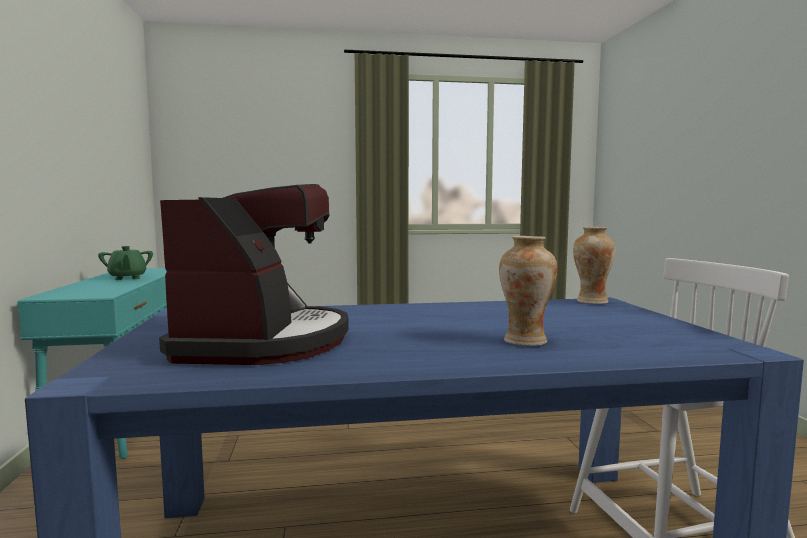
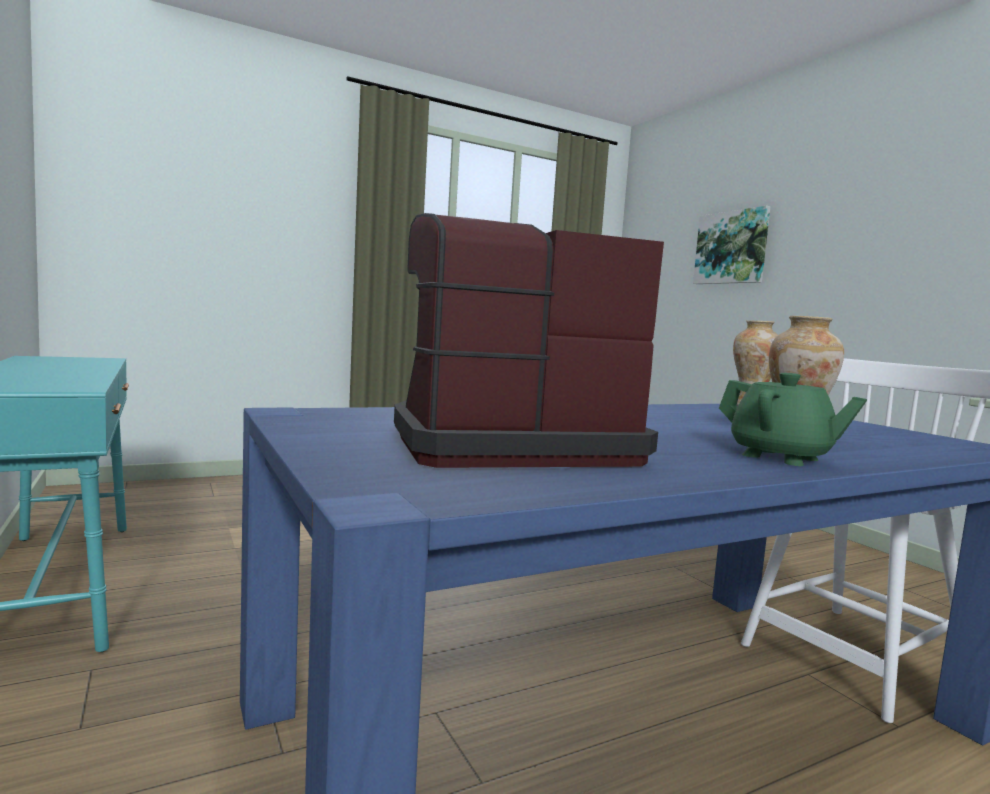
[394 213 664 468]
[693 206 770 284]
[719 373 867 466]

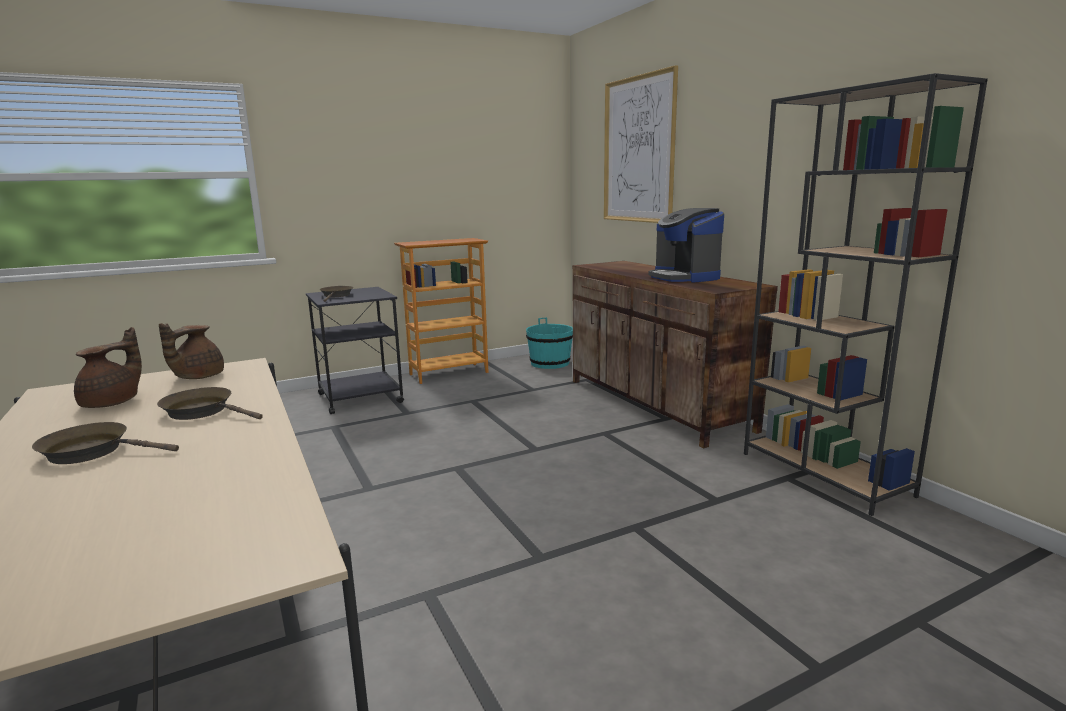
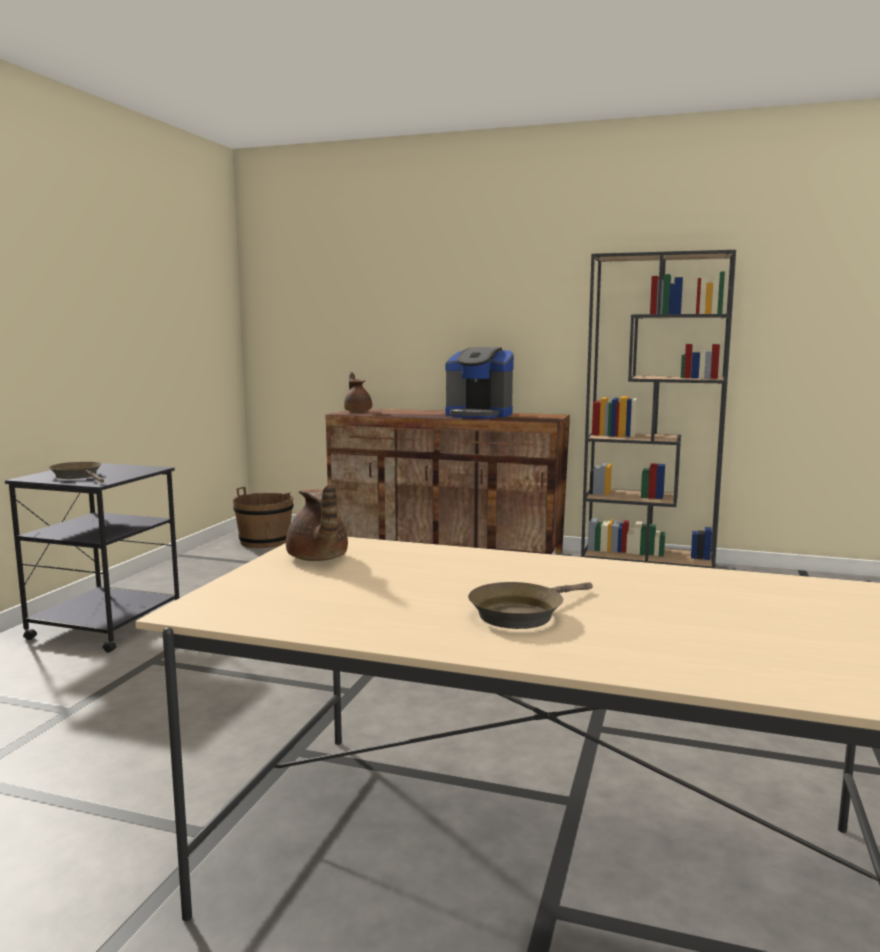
[233 487 293 548]
[344 372 372 412]
[157 387 263 420] (first image)
[394 238 489 384] (first image)
[604 65 678 223] (first image)

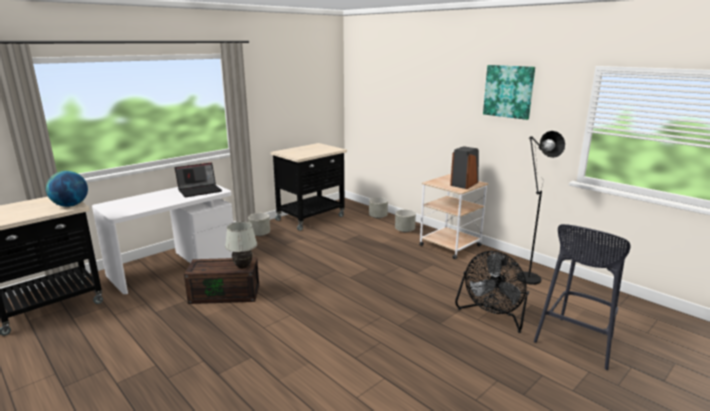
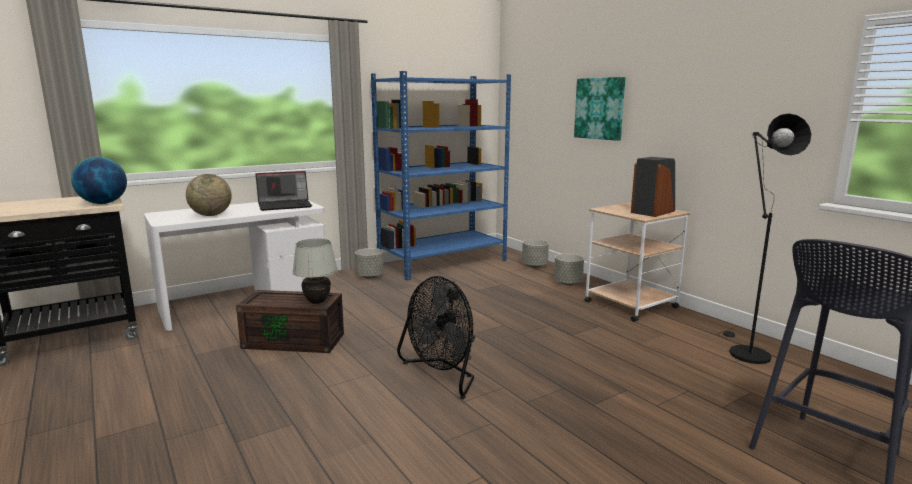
[186 174 232 216]
[371 71 511 280]
[397 276 475 400]
[574 77 625 141]

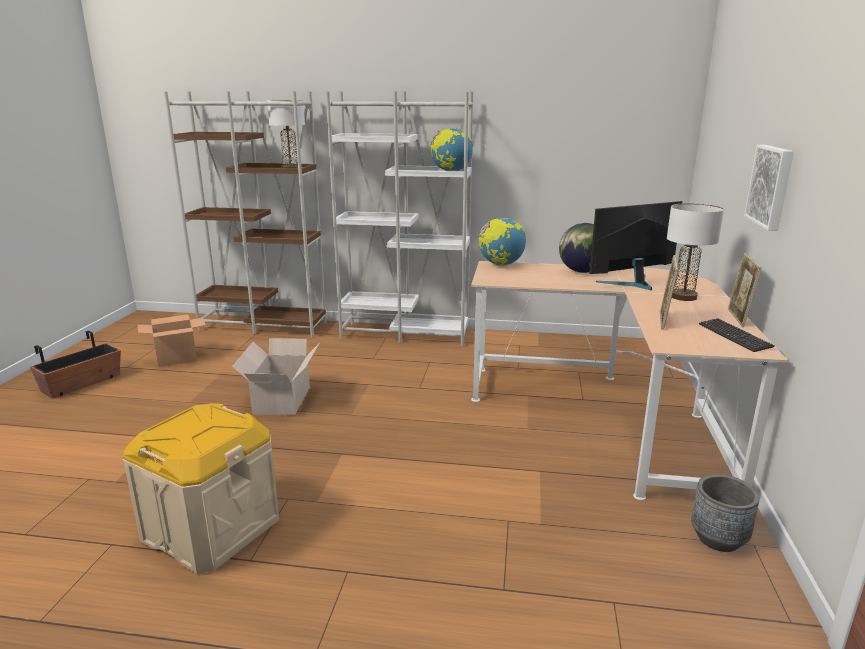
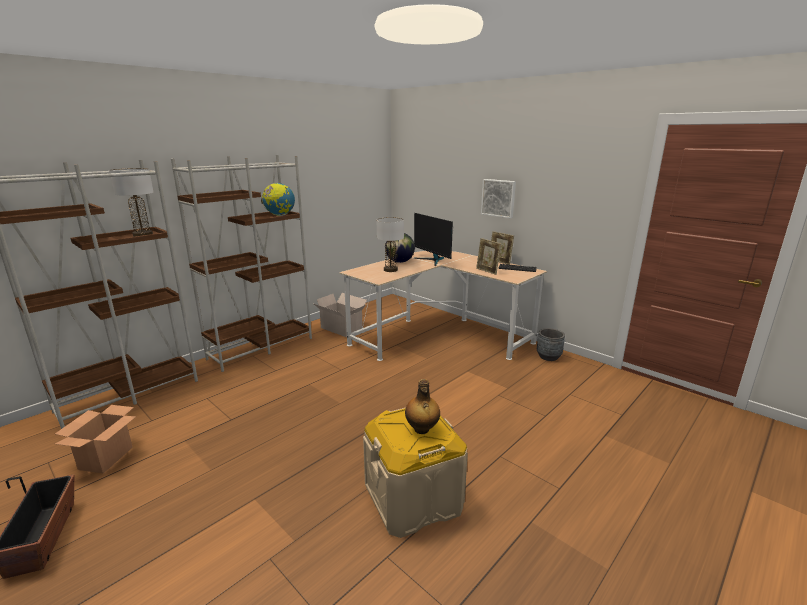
[171 155 312 372]
[314 293 367 337]
[377 217 404 272]
[405 379 440 434]
[414 213 453 266]
[478 218 526 266] (first image)

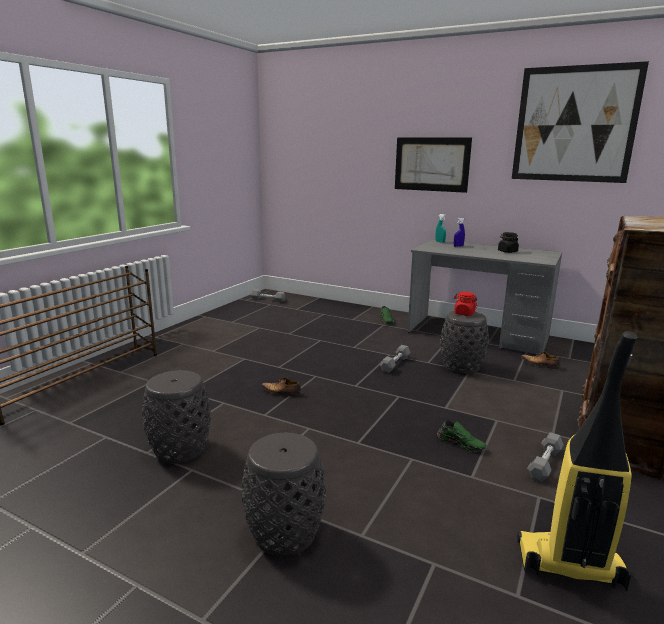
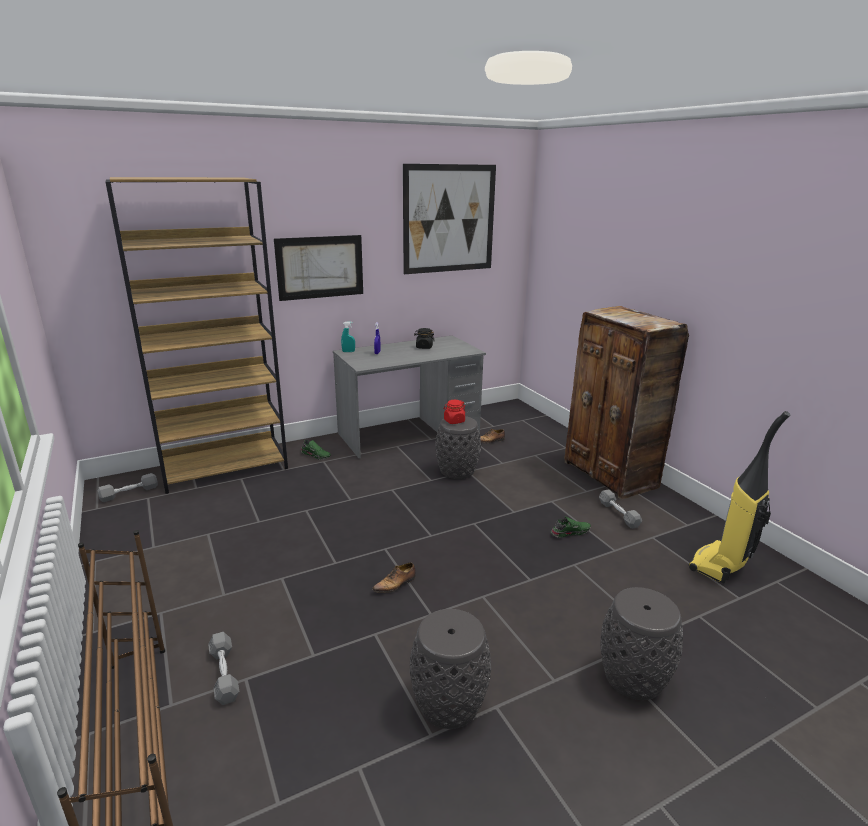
[106 177 288 494]
[208 632 239 705]

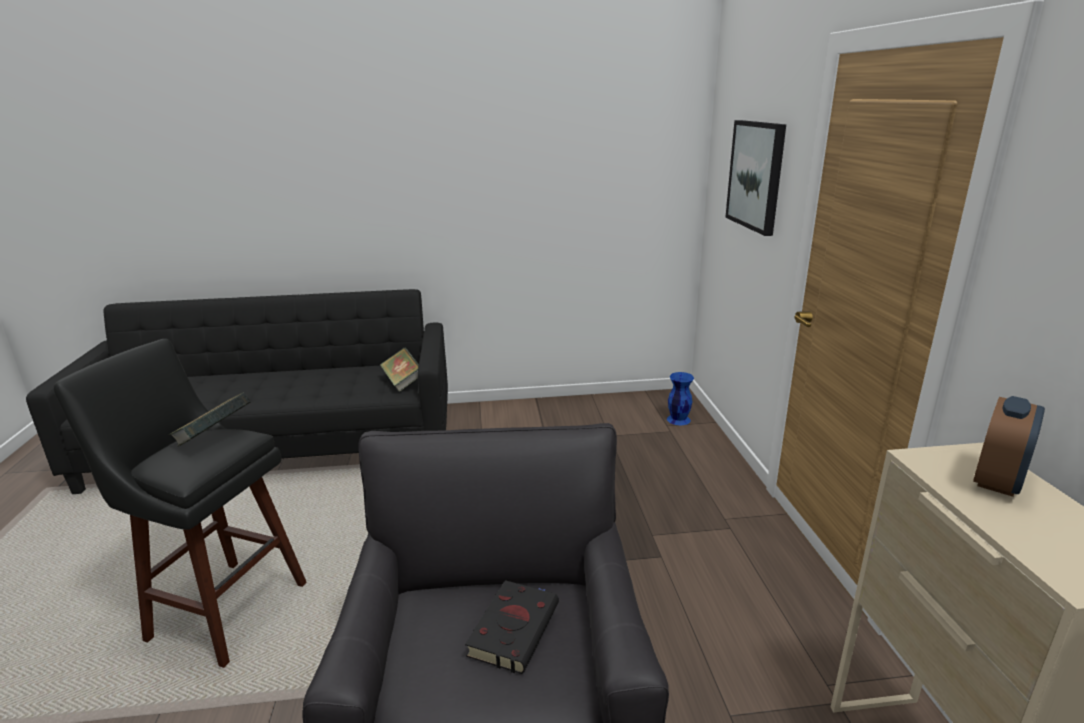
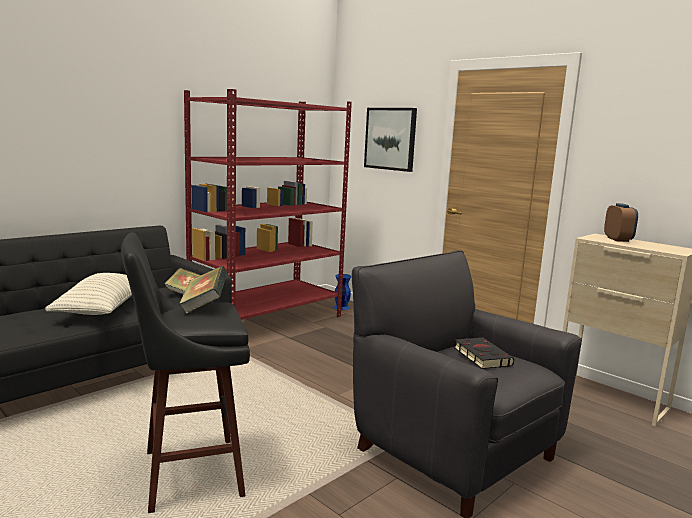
[45 273 132 315]
[184 89 352 320]

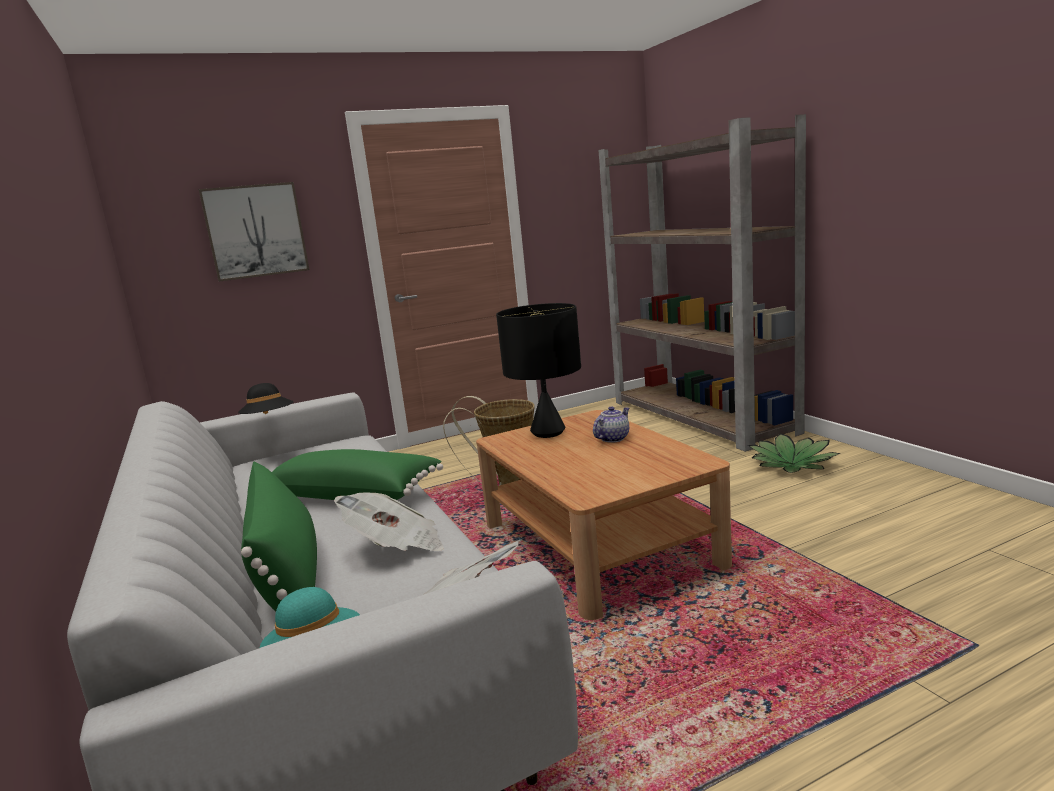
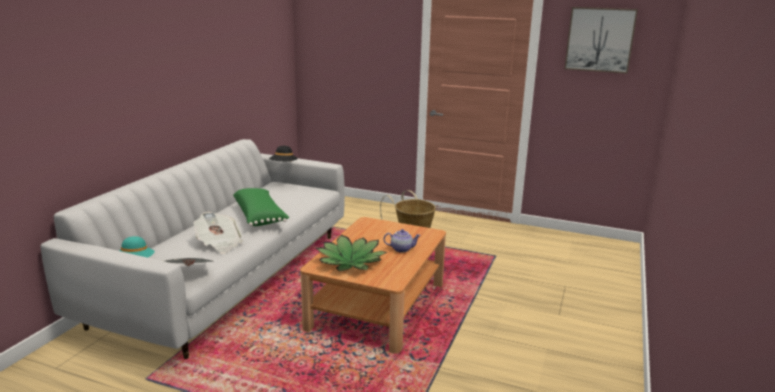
[316 235 387 271]
[564 7 638 74]
[241 462 317 611] (first image)
[496 303 581 438] (first image)
[598 114 806 452] (first image)

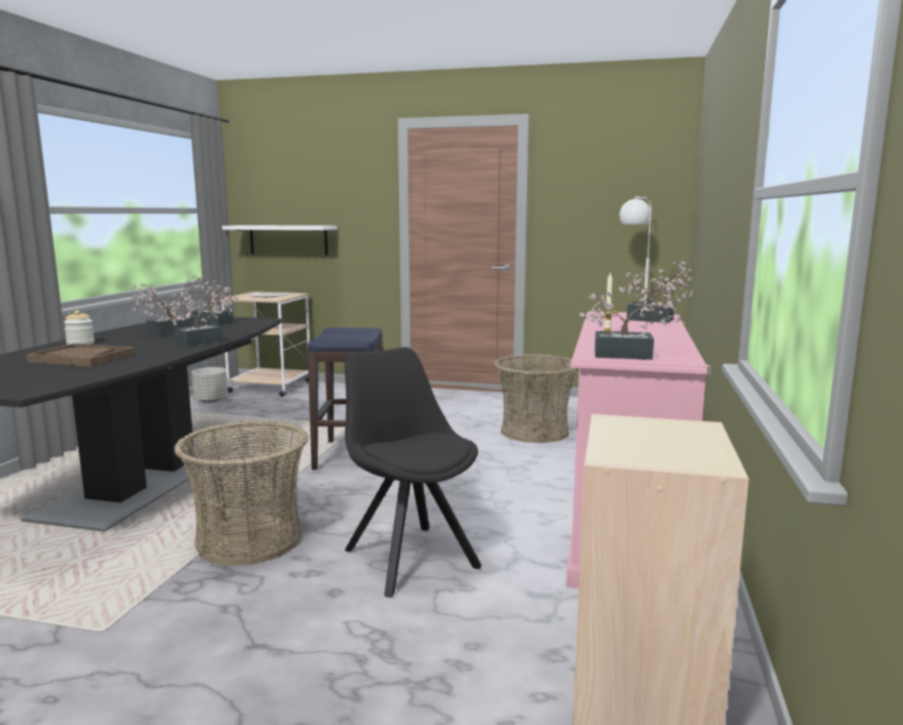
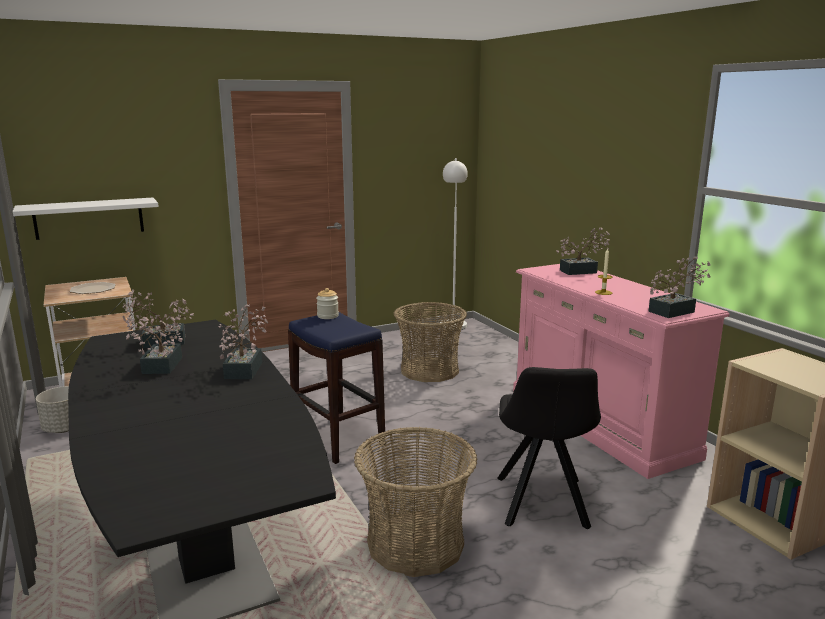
[316 288 339 319]
[497 367 601 529]
[26 343 135 367] (first image)

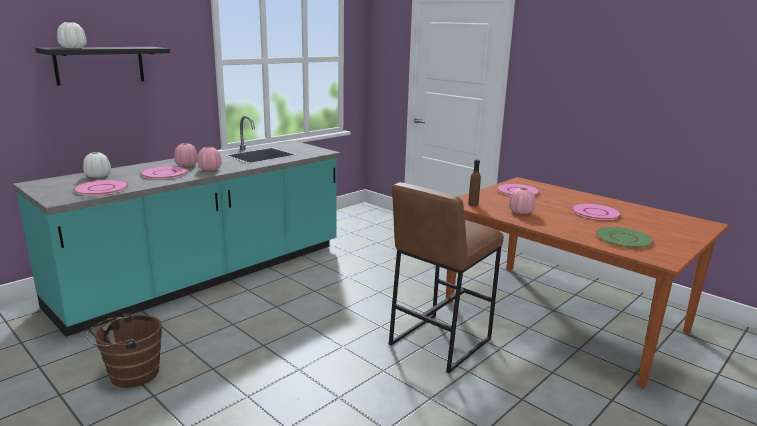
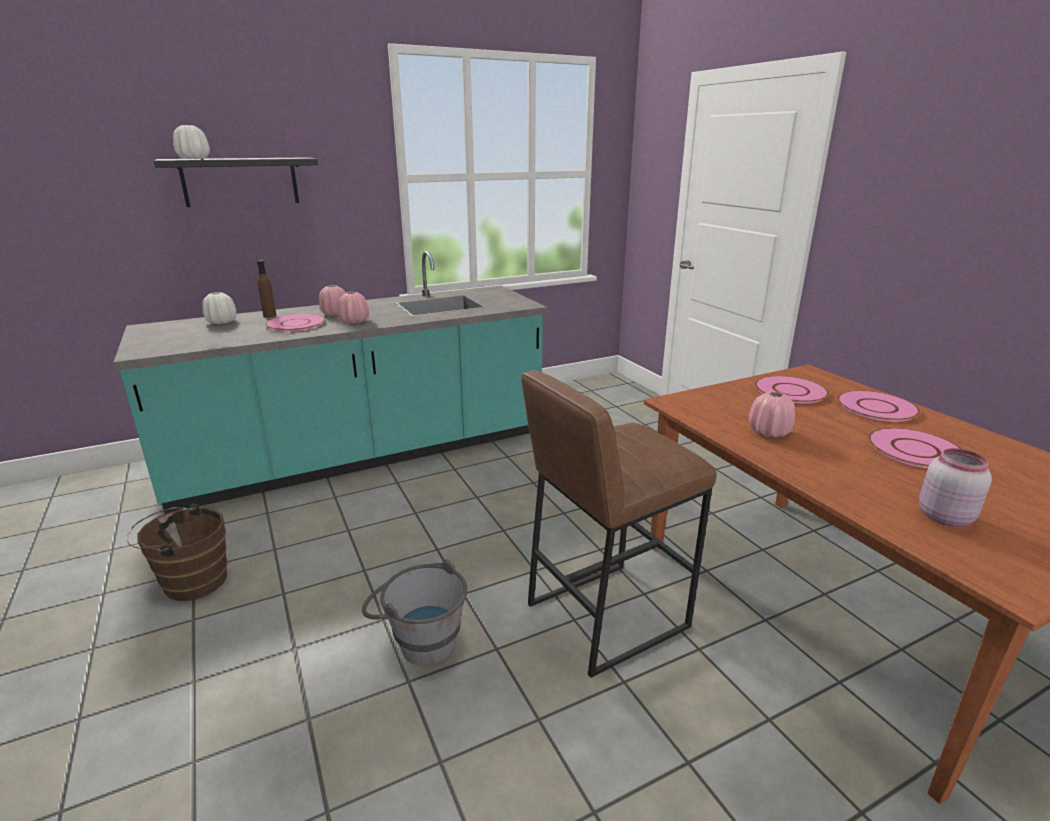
[257 260 276 318]
[362 559 468 666]
[837 390 920 422]
[919 448 992 527]

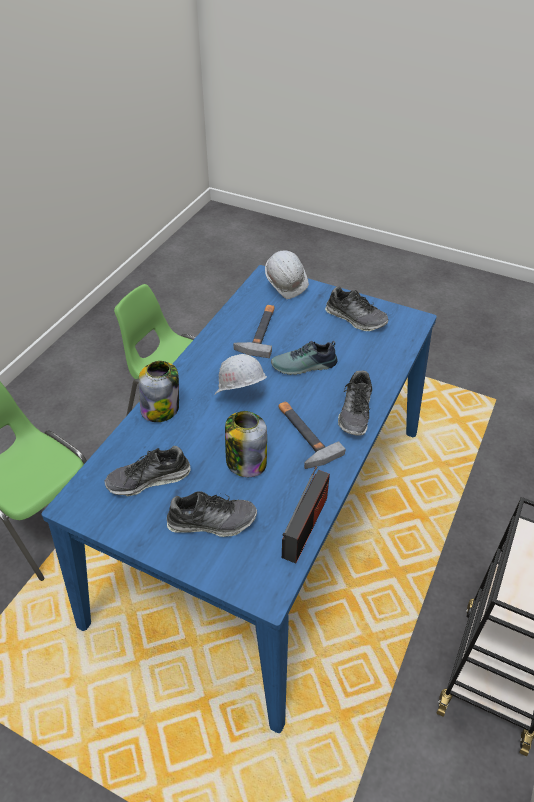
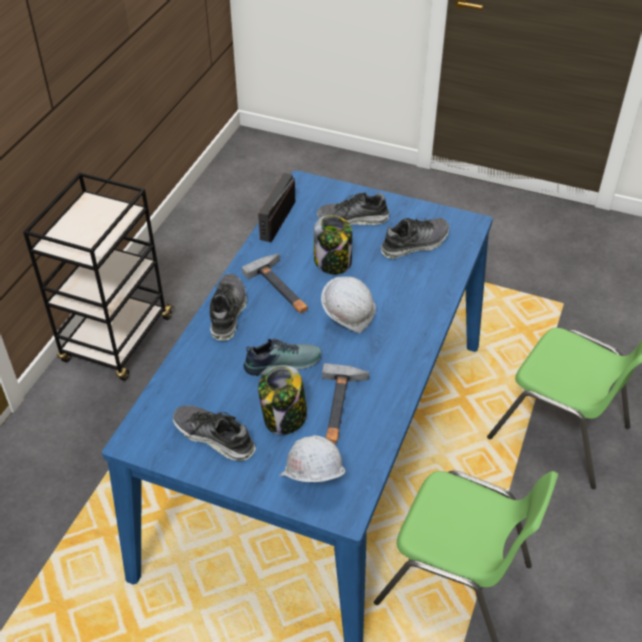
[258 365 307 435]

